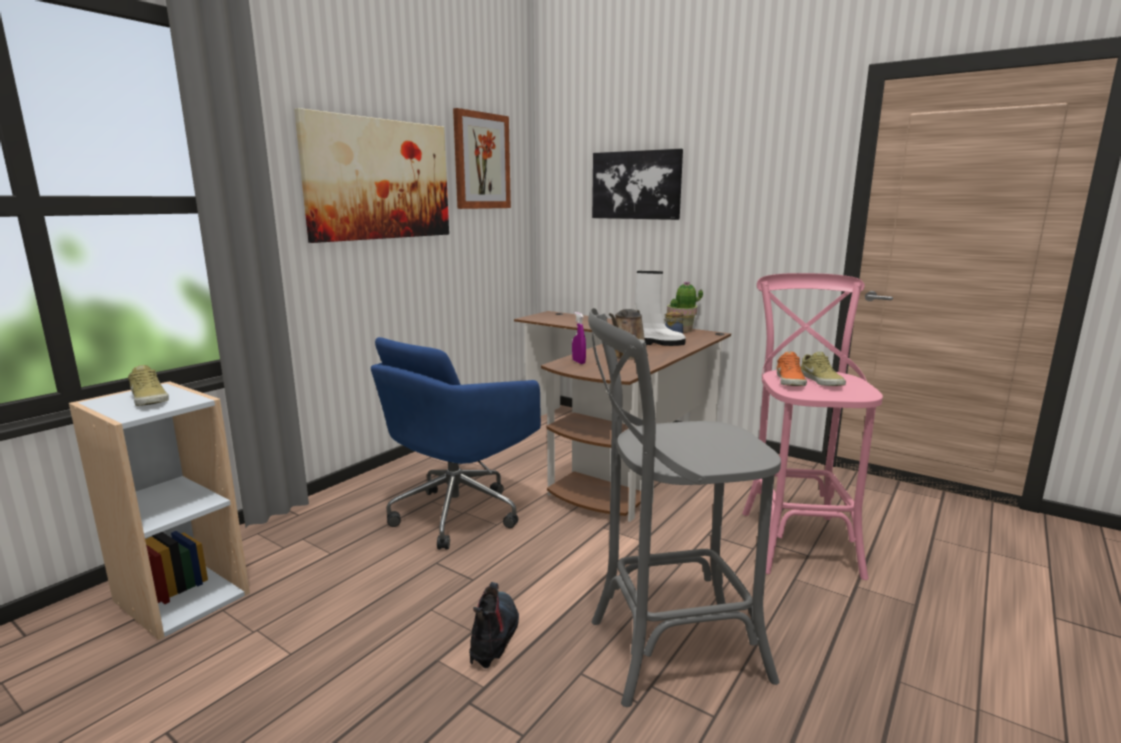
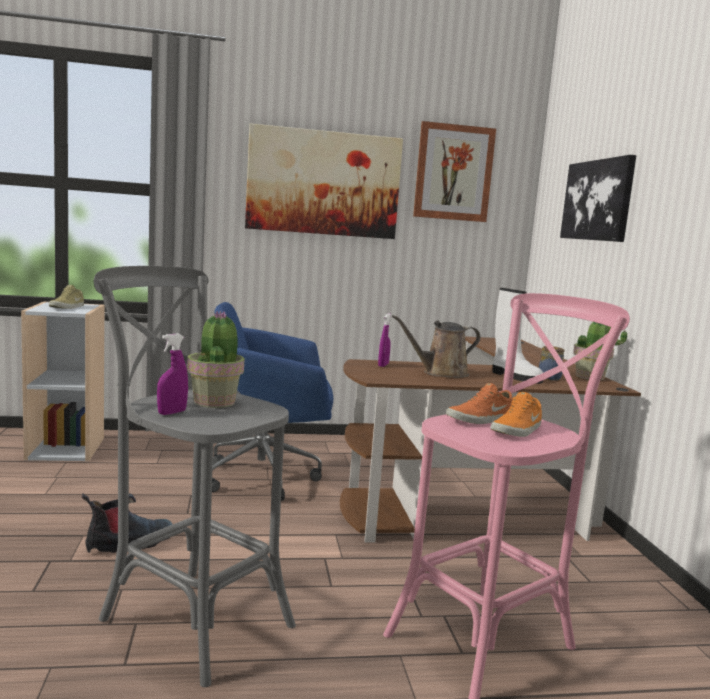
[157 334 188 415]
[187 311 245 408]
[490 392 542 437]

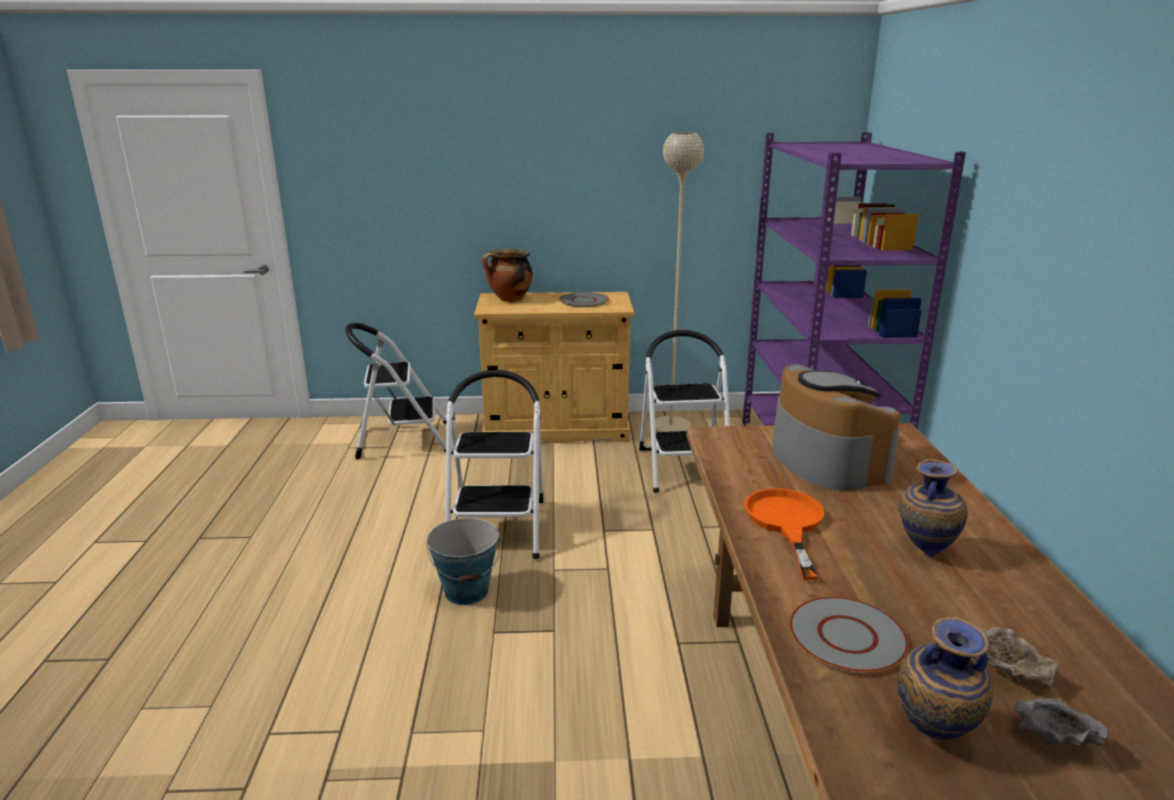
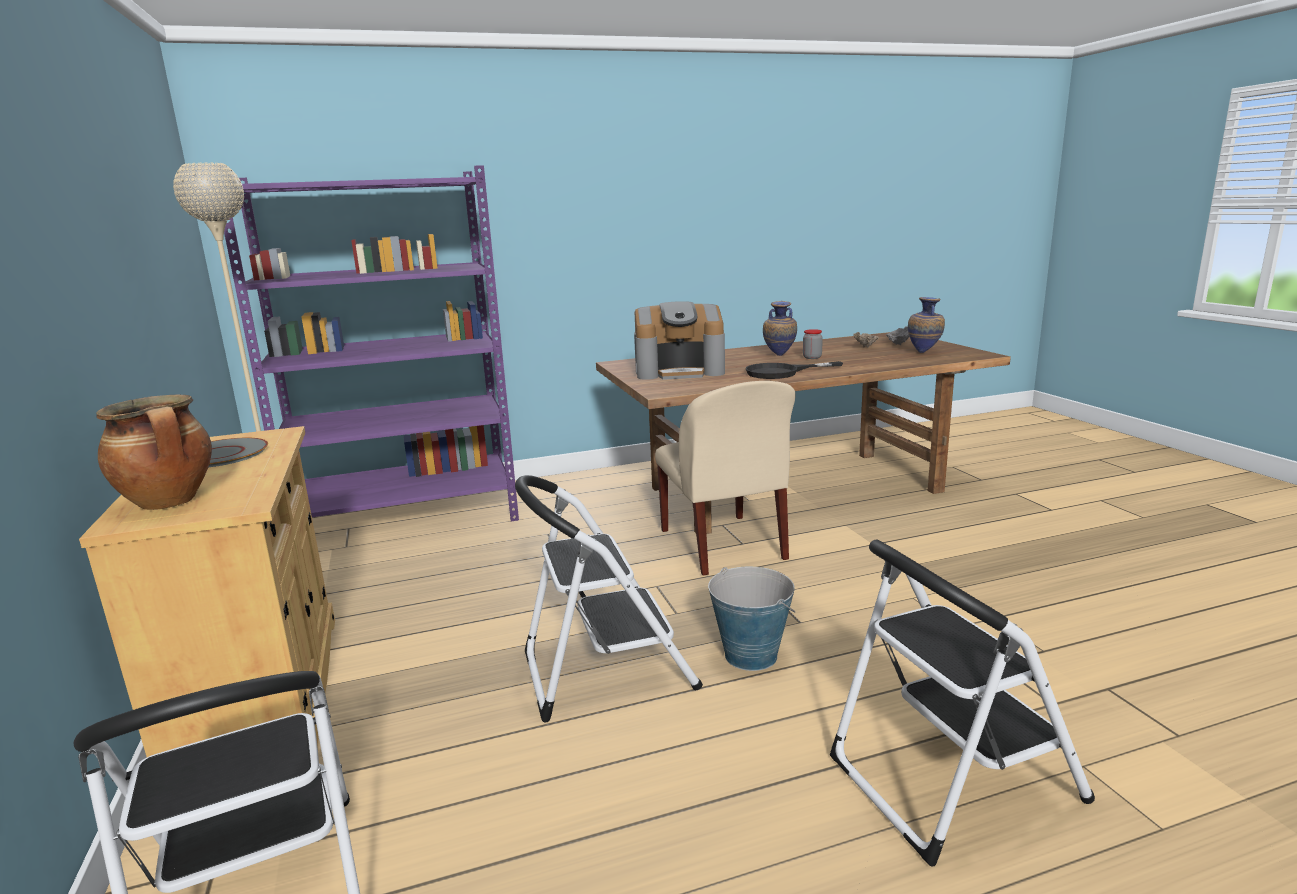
[634 301 725 380]
[655 381 796 576]
[745 361 843 379]
[803 329 823 359]
[830 540 1095 867]
[789 597 909 673] (first image)

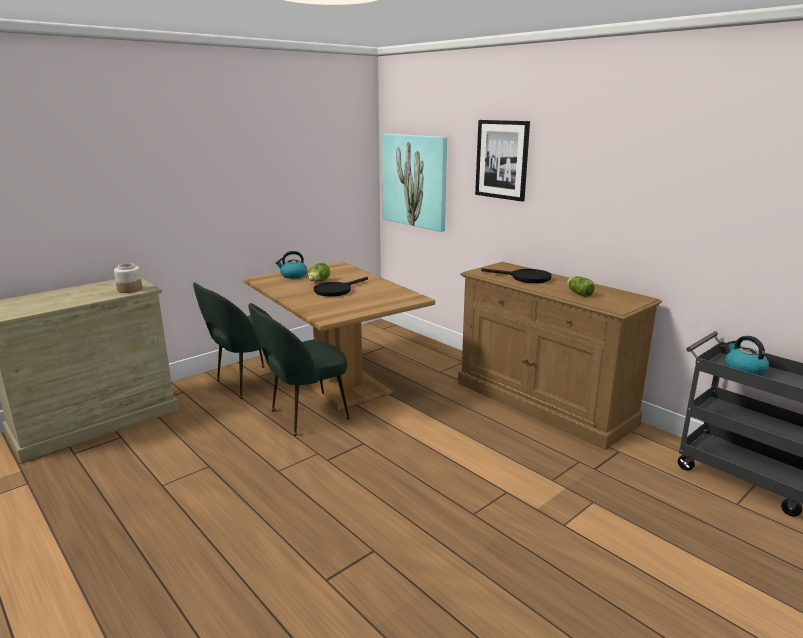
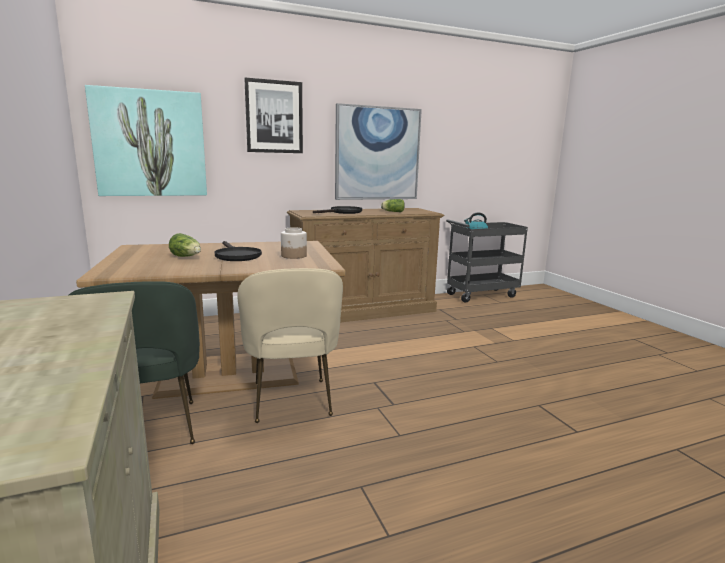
[237 268 343 423]
[281 227 307 259]
[335 103 422 200]
[275 251 307 279] (first image)

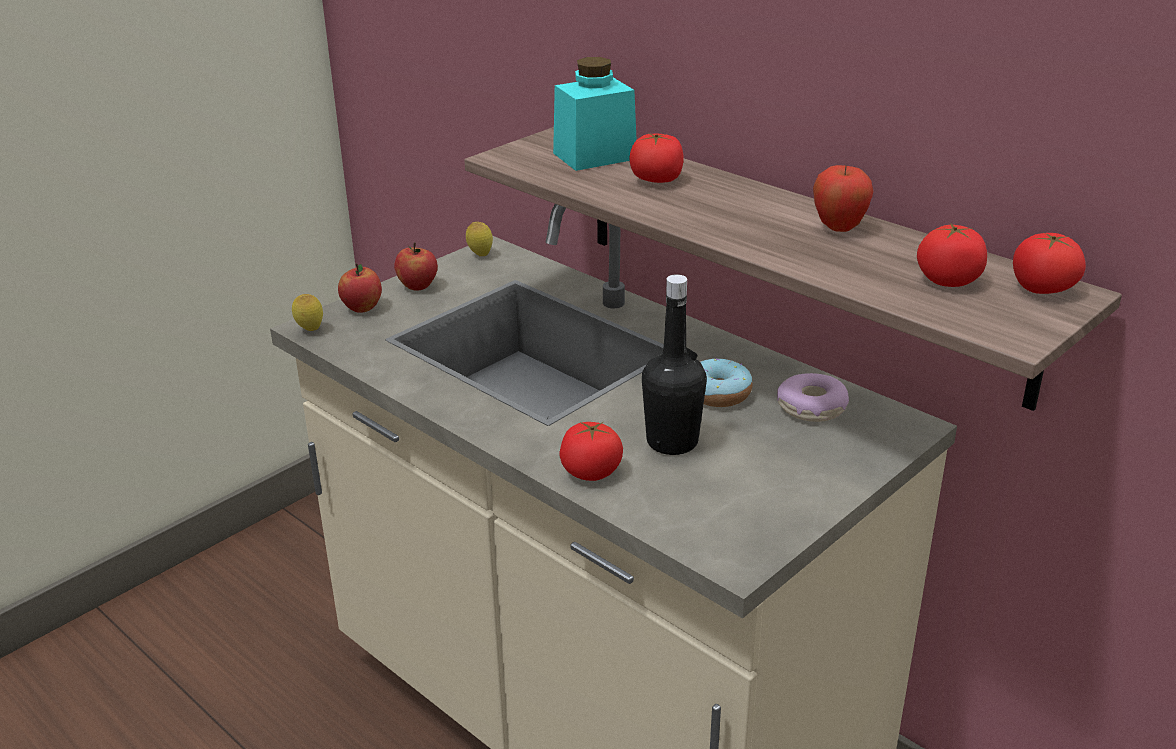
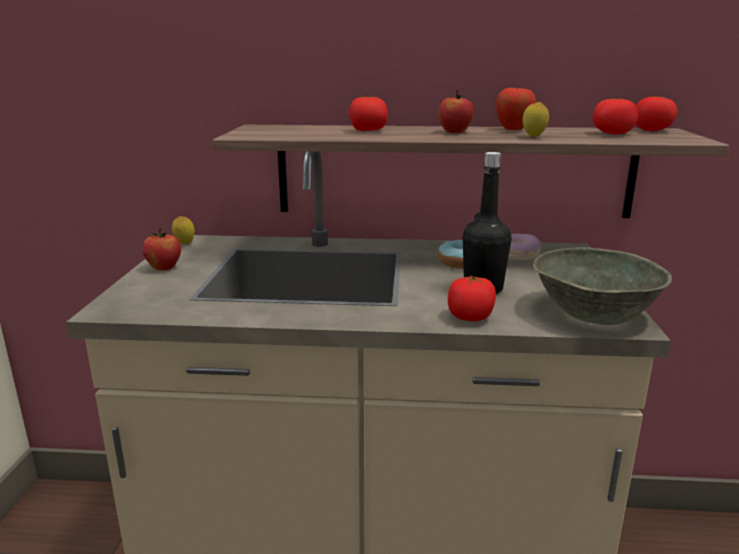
[438 90 474 133]
[522 102 549 137]
[533 247 672 325]
[553 57 637 171] (first image)

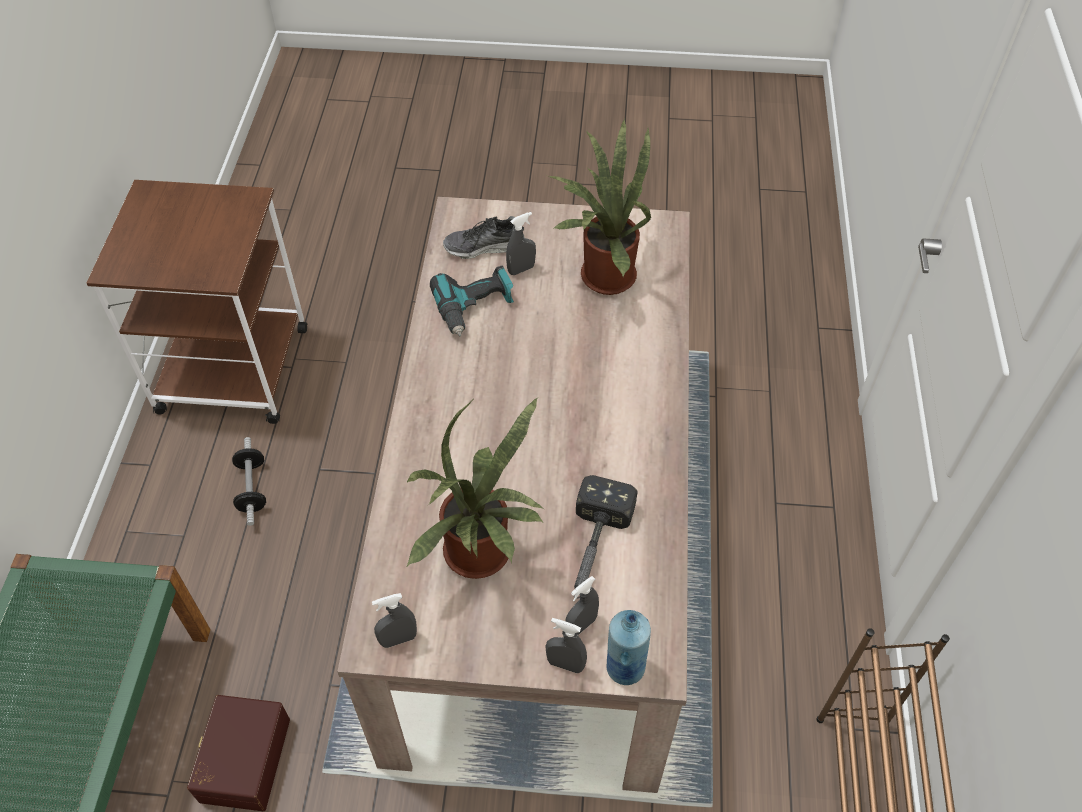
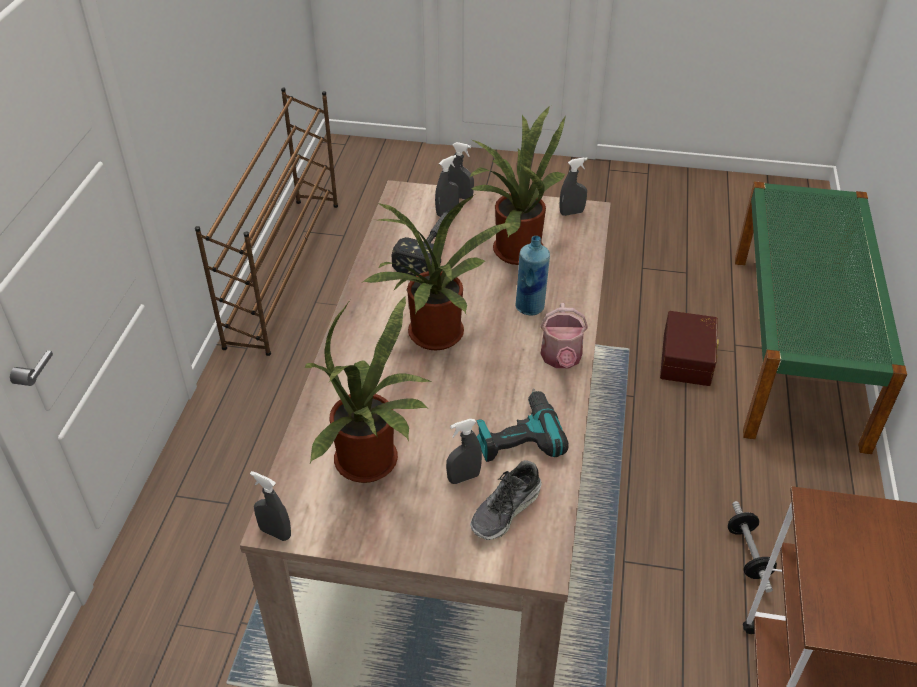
[250 471 291 541]
[363 195 518 351]
[470 460 542 540]
[516 236 550 315]
[540 303 588 368]

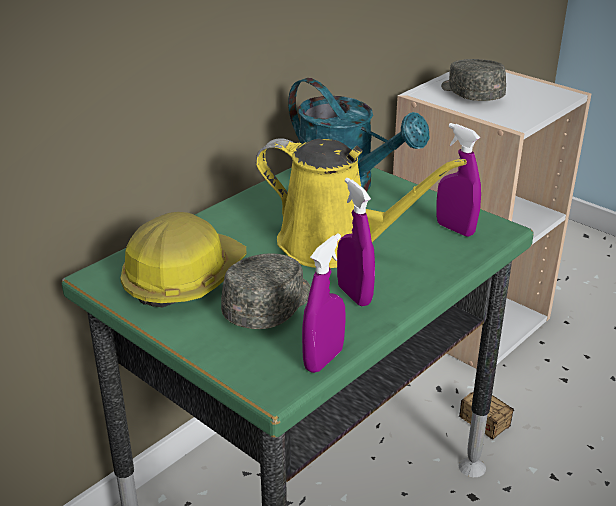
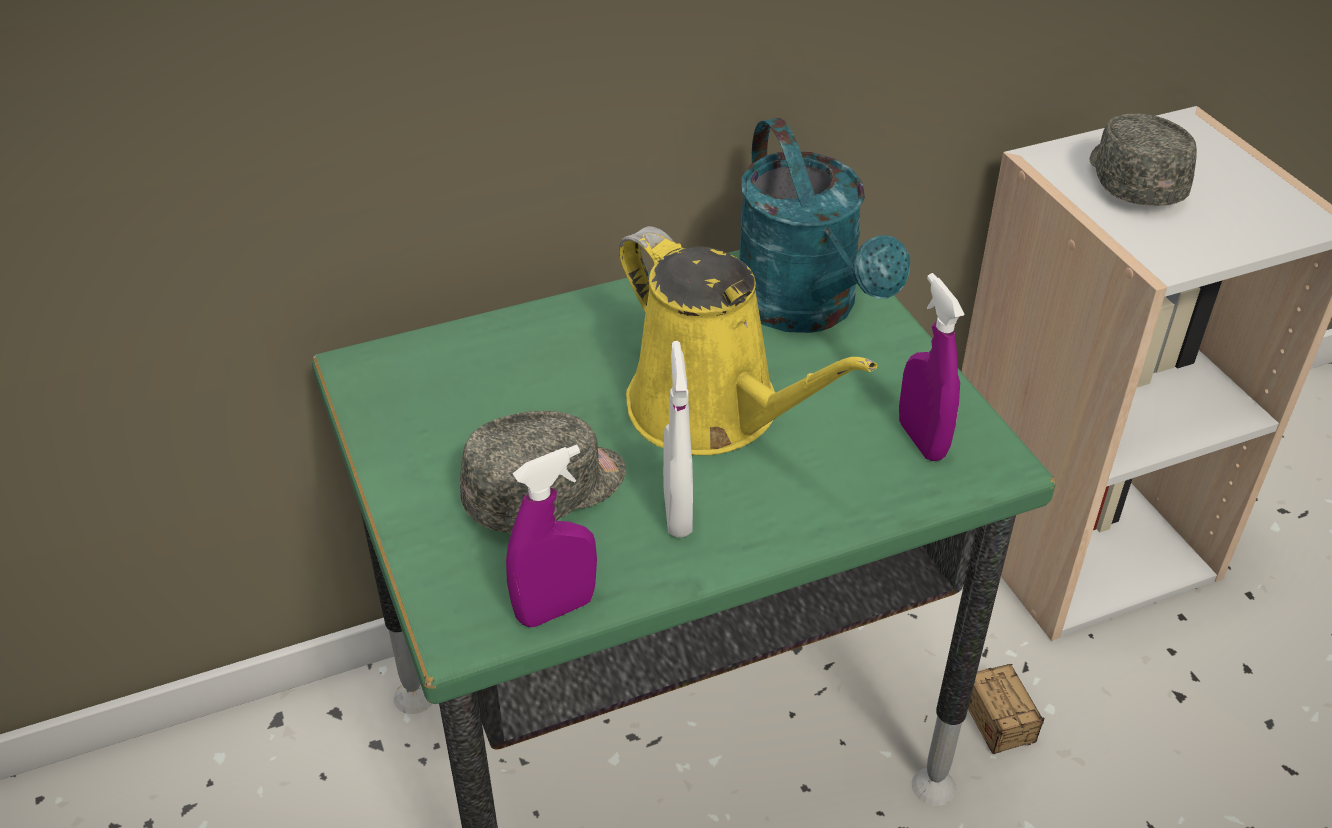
[663 341 693 538]
[120 212 246 308] (first image)

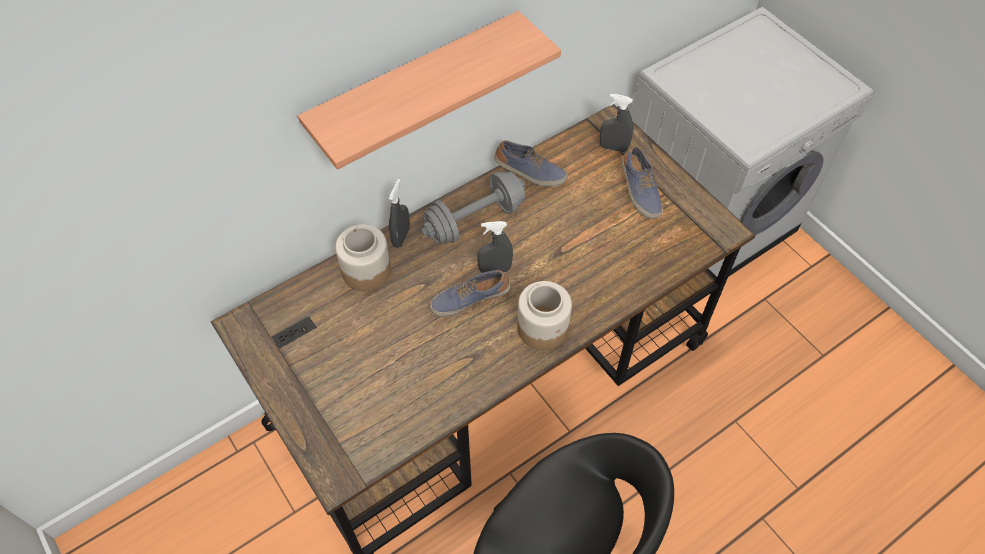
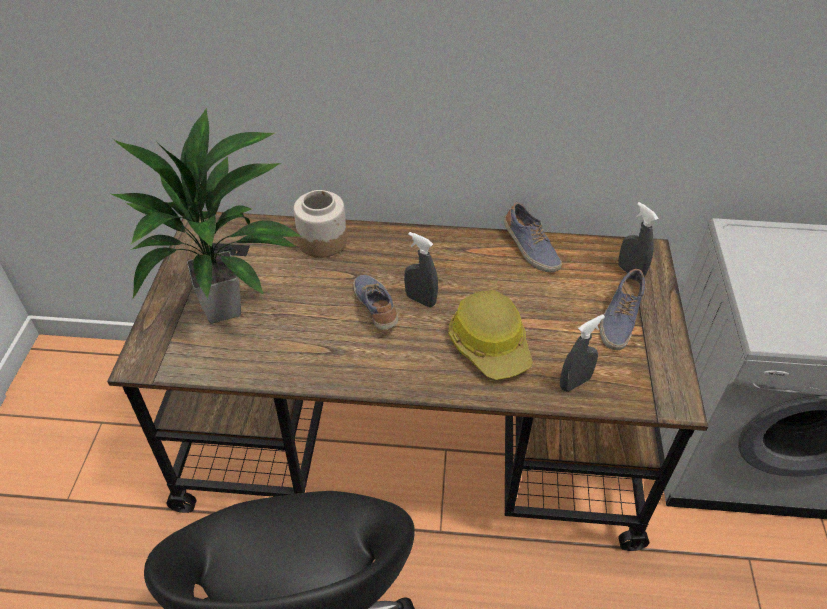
[111 108 303 324]
[353 275 398 330]
[448 290 533 380]
[560 315 605 392]
[298 11 561 169] (first image)
[421 172 526 244] (first image)
[517 281 572 350] (first image)

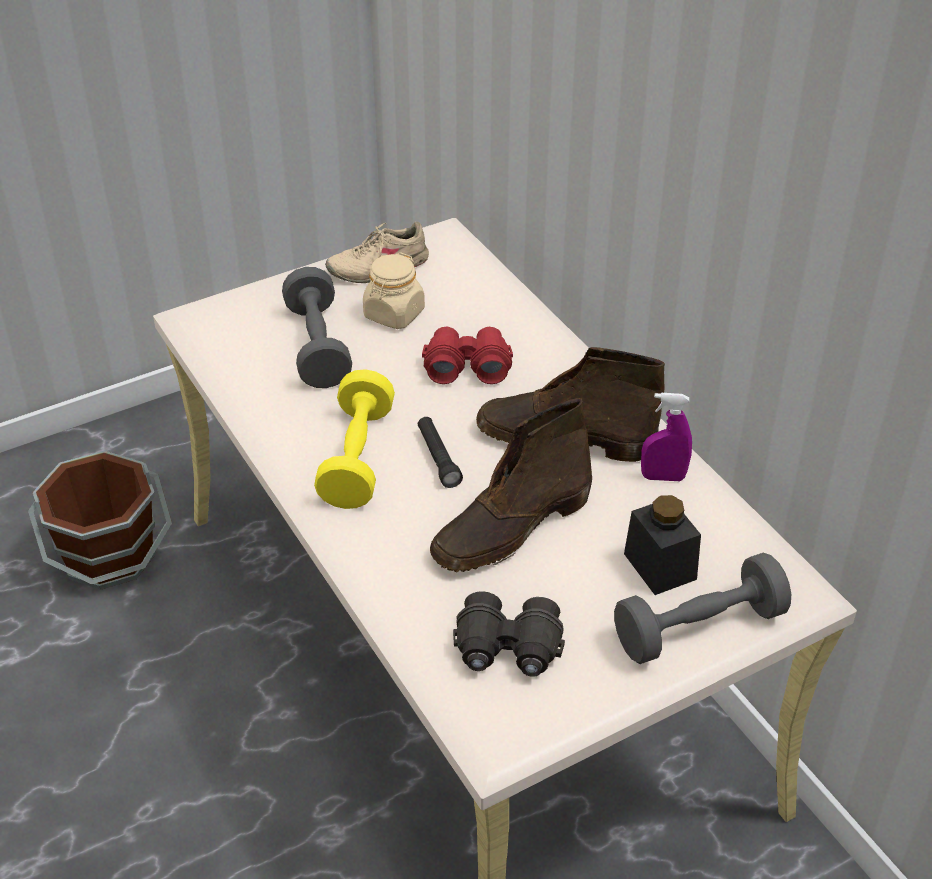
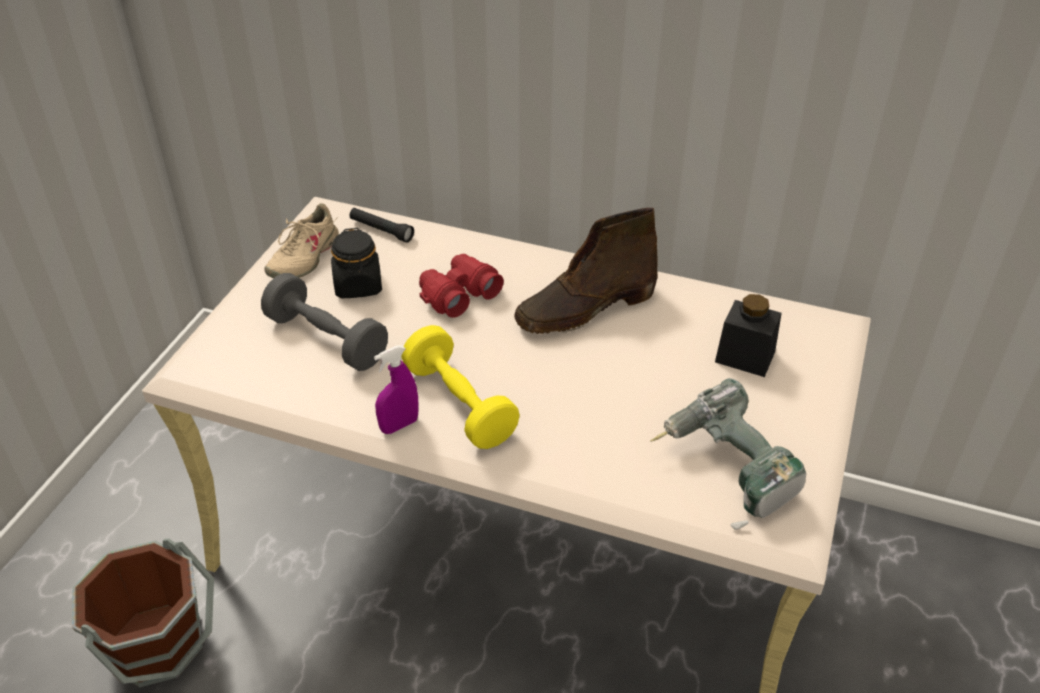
[331 228 382 298]
[350 208 414 243]
[374 345 419 434]
[650 378 806 530]
[430 398 592 572] (first image)
[614 552 791 664] (first image)

